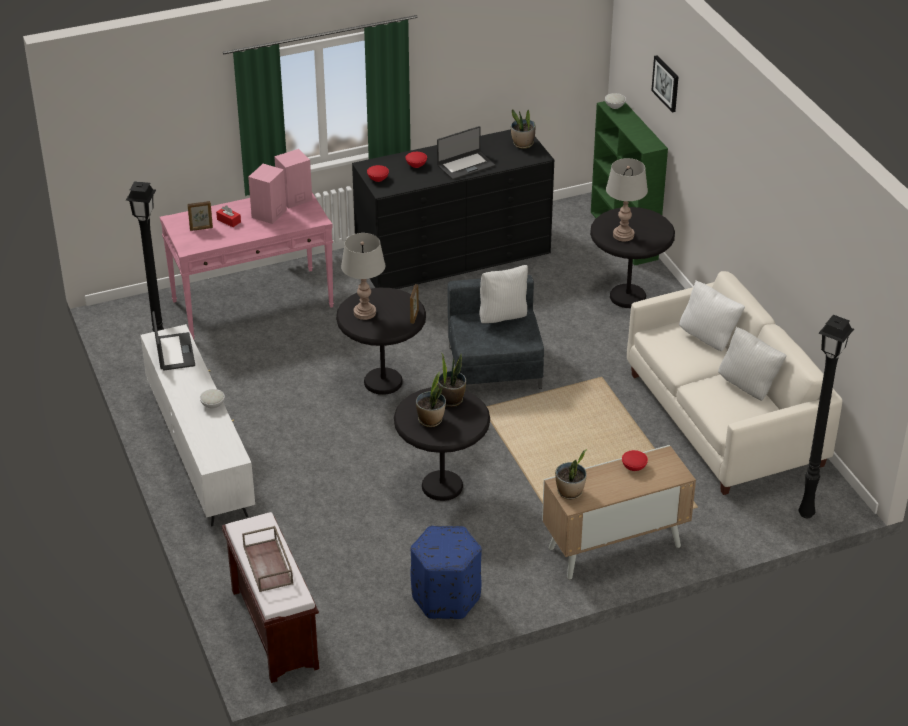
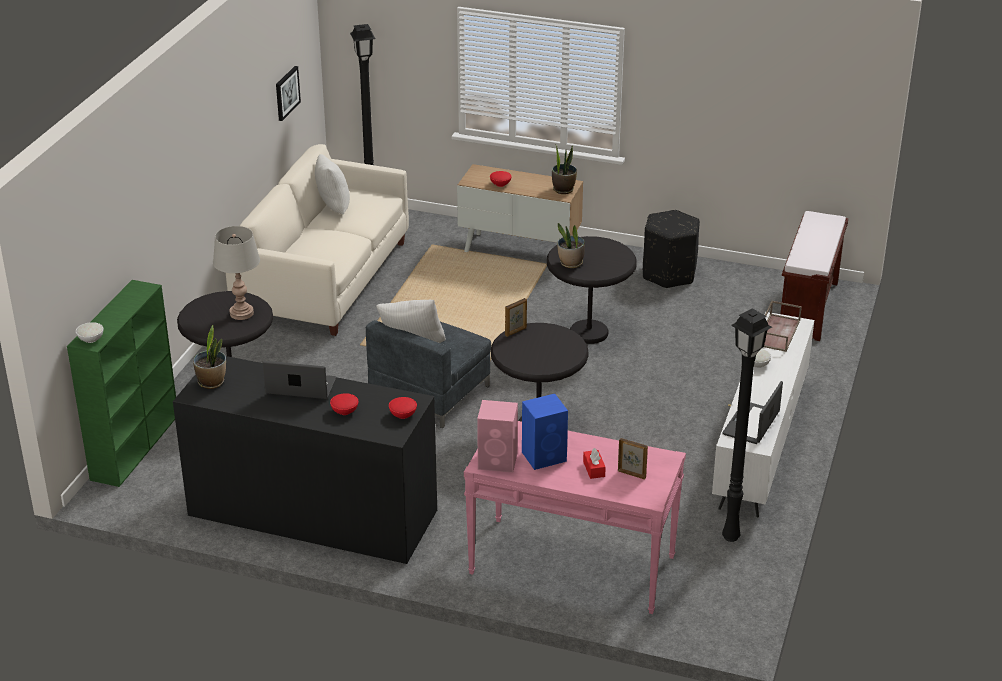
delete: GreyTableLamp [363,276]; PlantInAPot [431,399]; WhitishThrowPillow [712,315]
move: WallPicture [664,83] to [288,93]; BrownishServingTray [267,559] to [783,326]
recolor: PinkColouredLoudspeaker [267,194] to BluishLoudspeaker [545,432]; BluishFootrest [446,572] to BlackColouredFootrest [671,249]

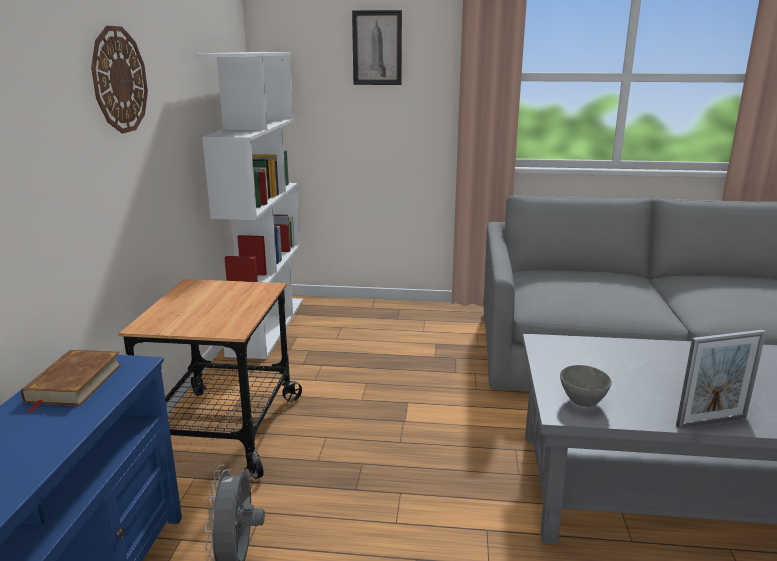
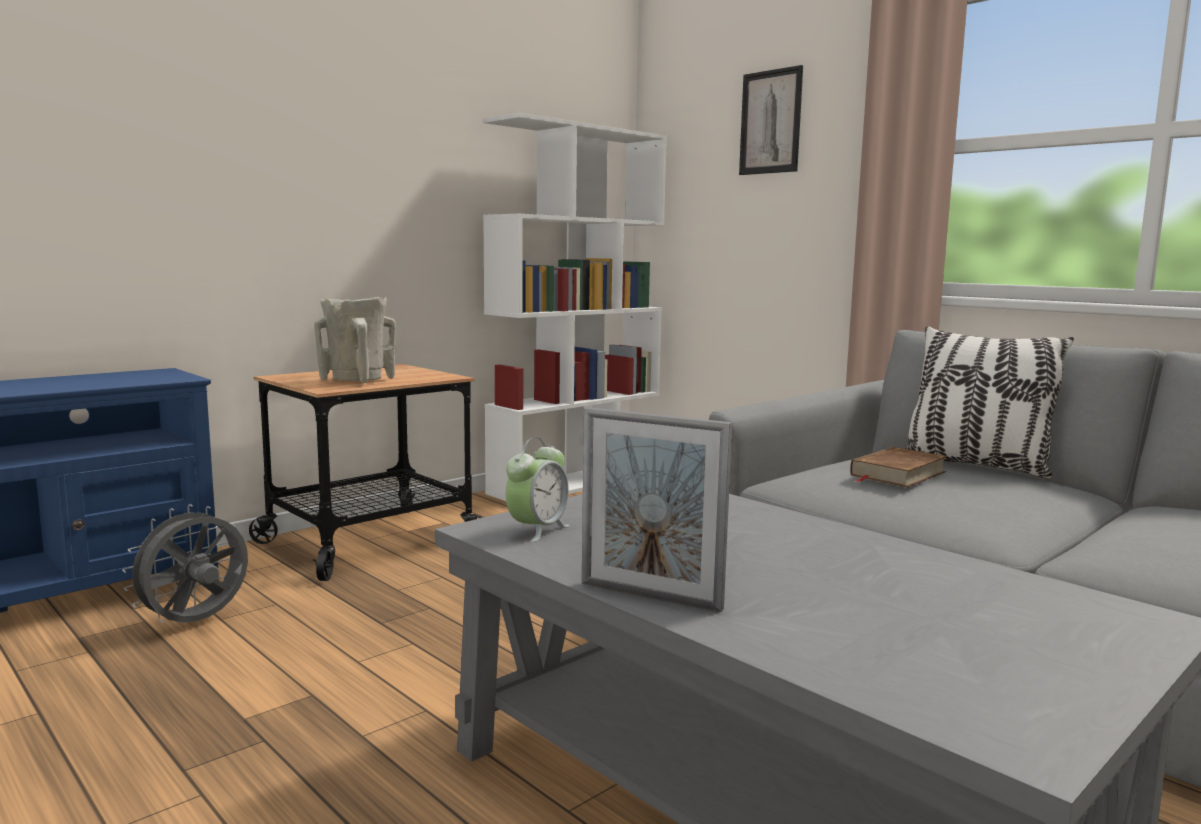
delete: ClockOnTheWall [119,79]
insert: BeigeVase [355,340]; ThrowPillow [989,402]
move: BrownishVolume [71,381] to [899,467]
replace: GreyDeepDish [586,386] to BedsideClock [538,490]

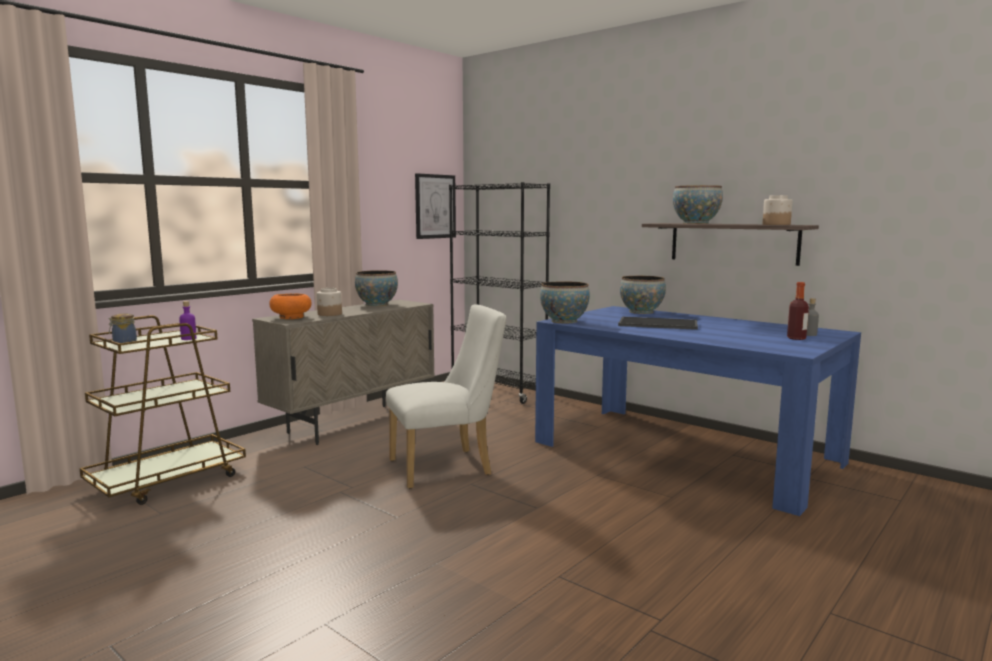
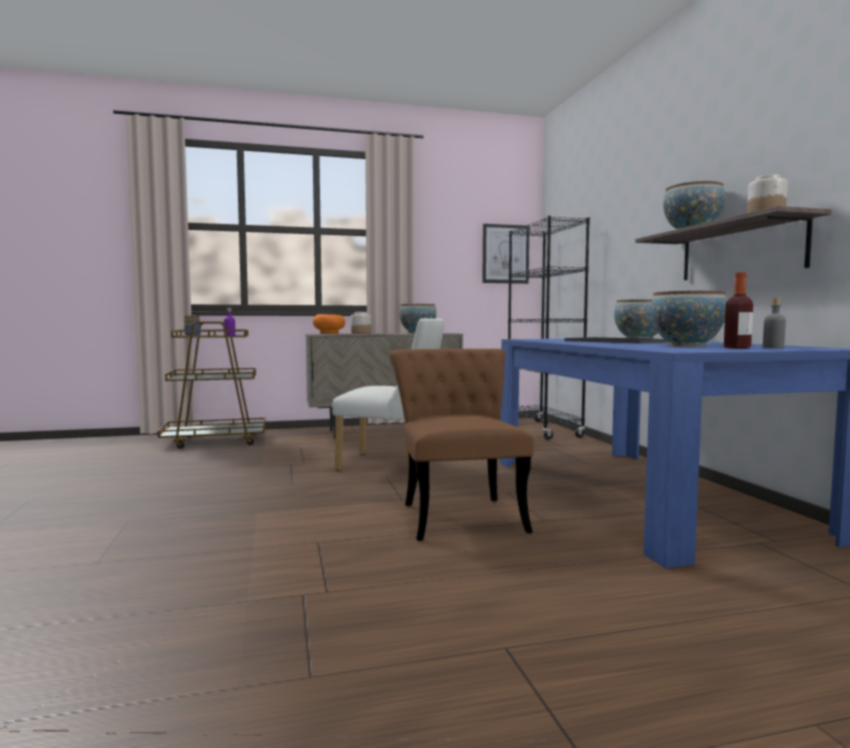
insert: BrownishPlainChair [461,445]
move: DeepDish [565,302] to [689,318]

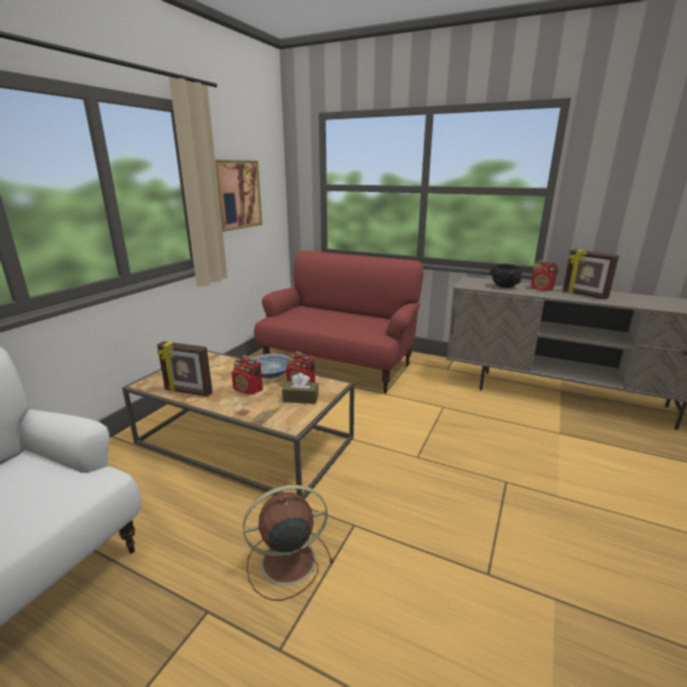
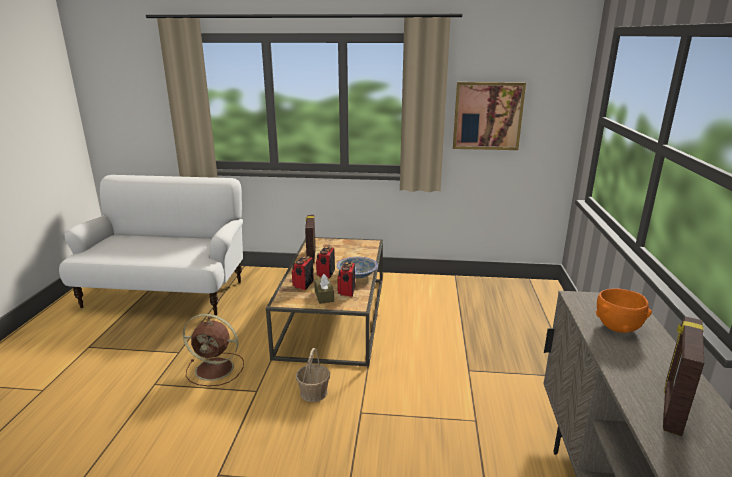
delete: RedSofa [339,322]
insert: HouseholdBasket [313,375]
move: RadioSet [544,275] to [303,273]
recolor: BlackColouredDeepDish [506,276] to OrangeColouredDeepDish [624,310]
rotate: BrownishCoolingFan [288,543] = [213,350] 135 degrees clockwise

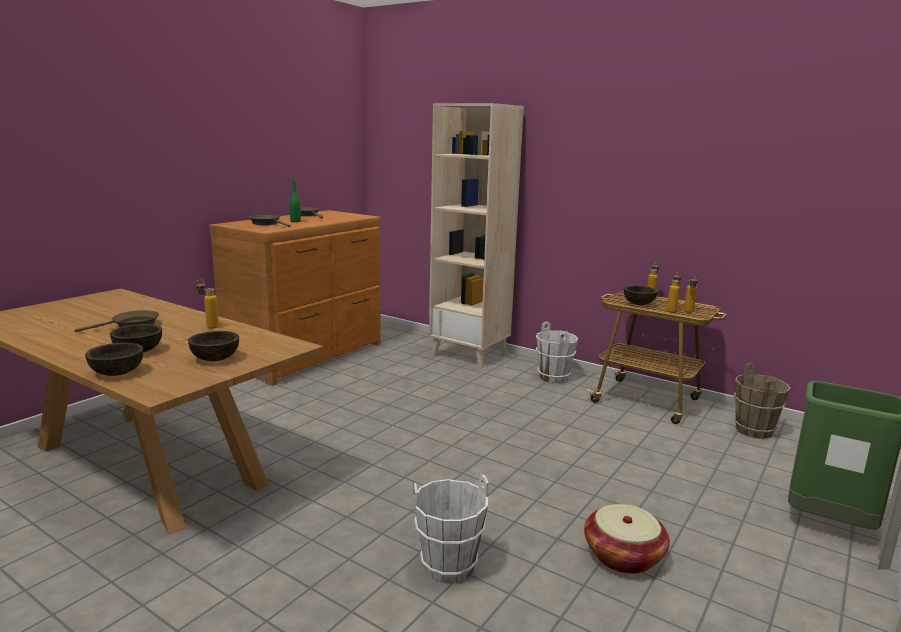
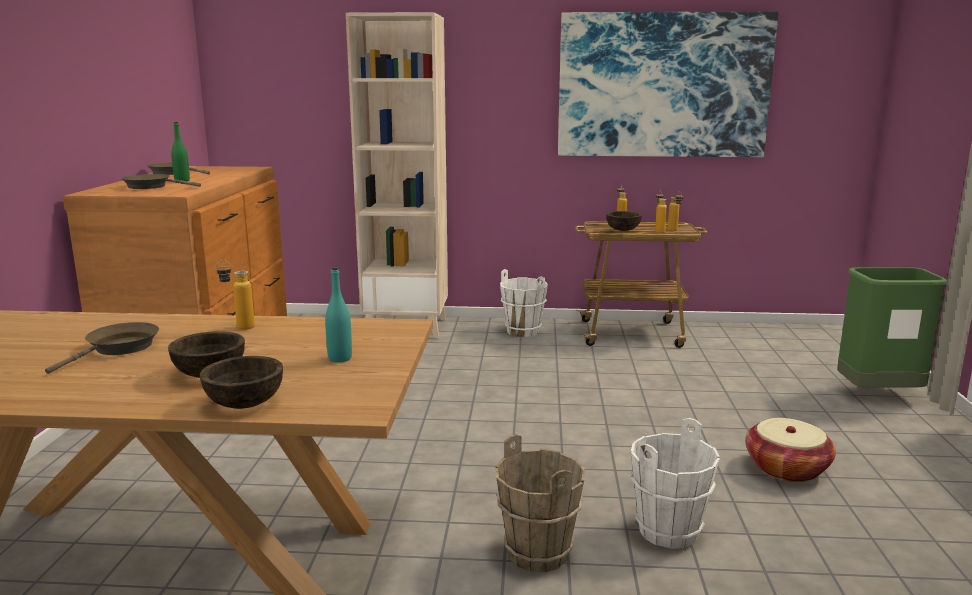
insert: WallPicture [668,84]
move: BrownishPail [762,401] to [540,503]
replace: BrownishDeepDish [213,346] to BlueGreenDrinkBottle [338,315]

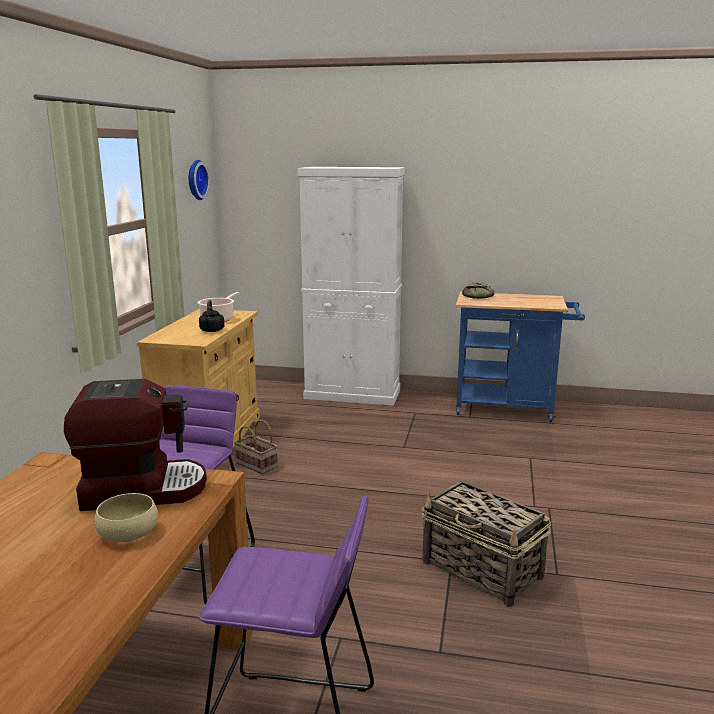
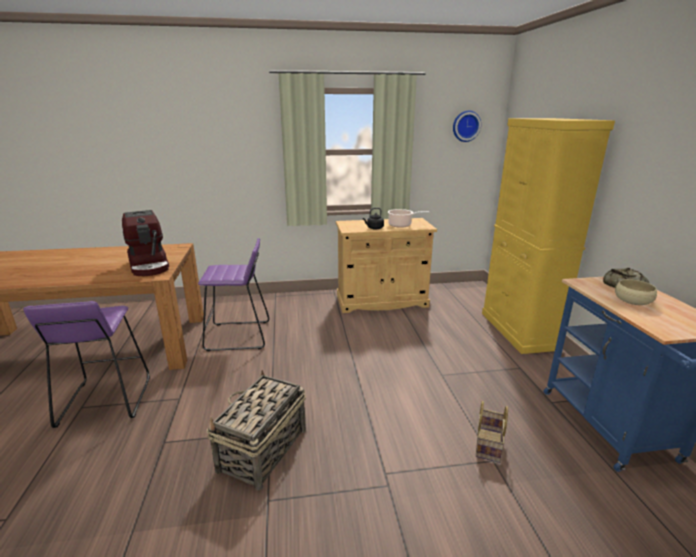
move: HouseholdBasket [256,447] to [492,432]; BeigeDeepDish [126,517] to [636,292]
recolor: WhitishStorageCabinet [351,286] to YellowColouredStorageCabinet [548,236]

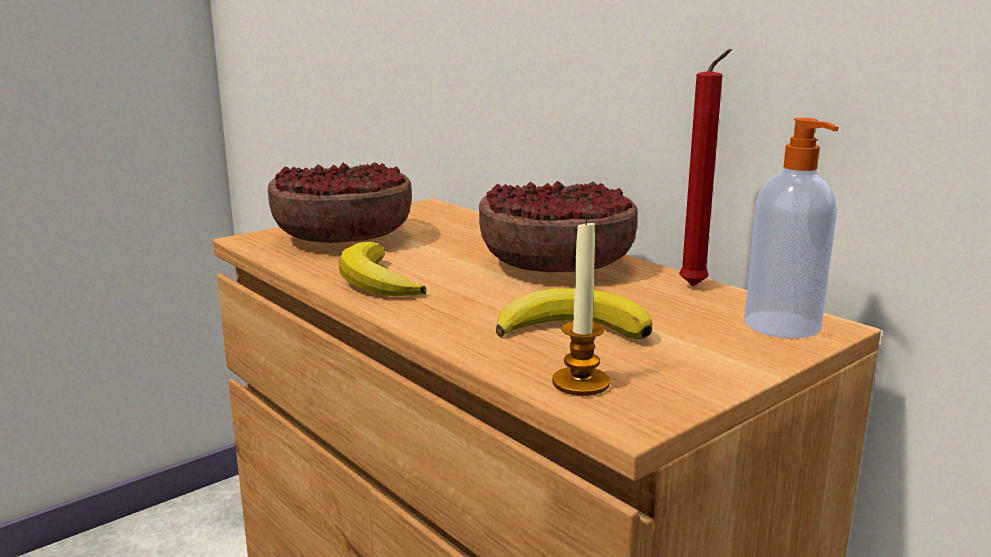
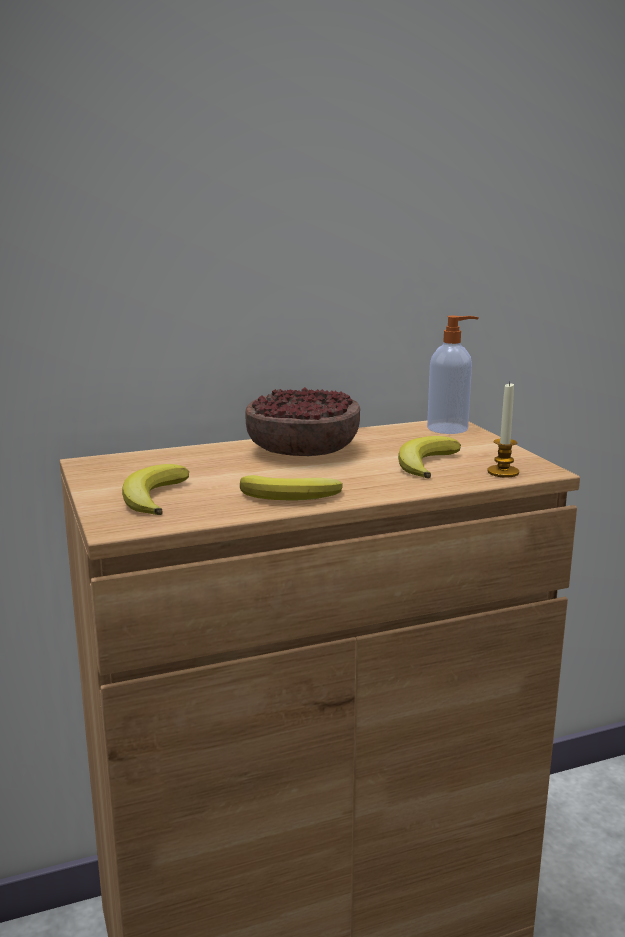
delete: RedWaxLight [705,167]
replace: DeepDish [340,202] to Banana [155,489]

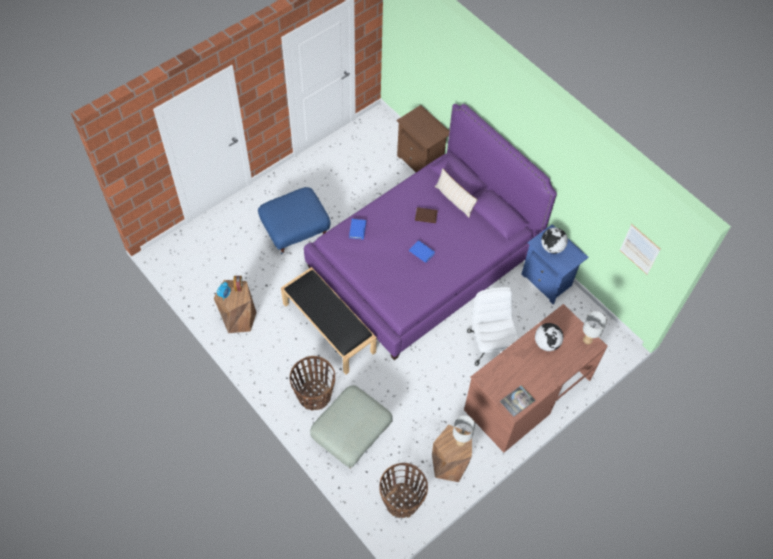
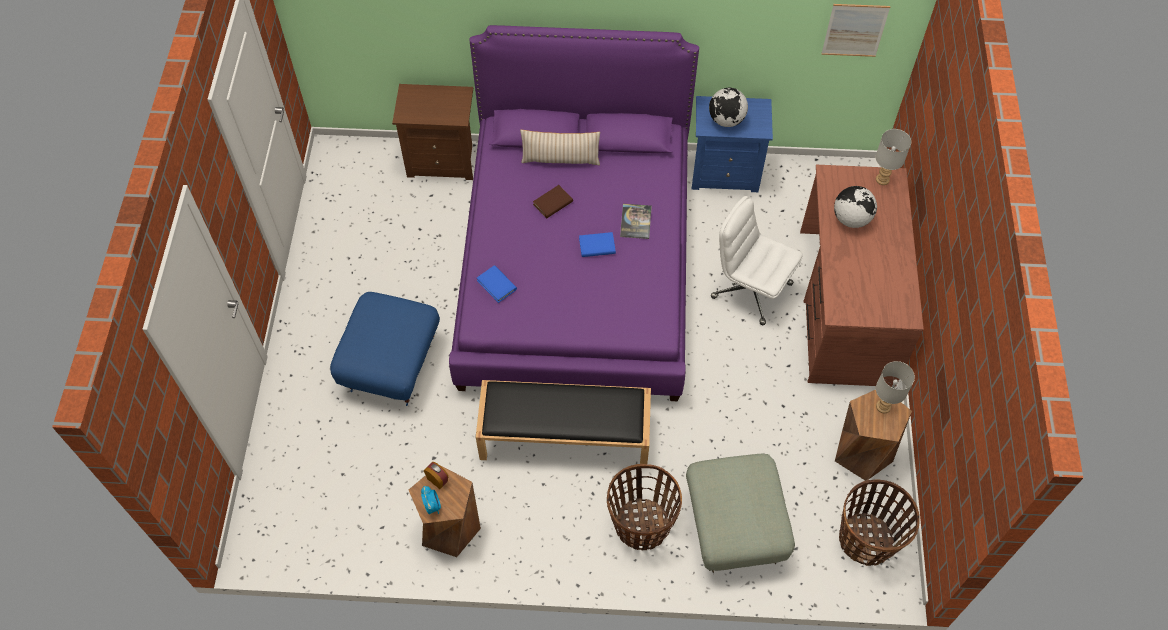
move: Volume [517,401] to [636,221]

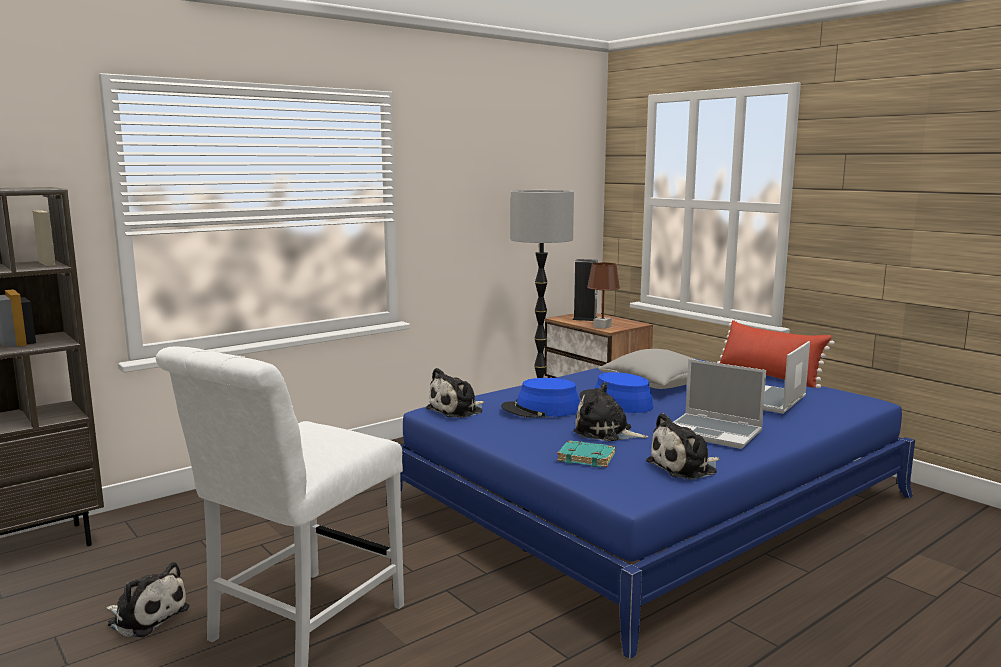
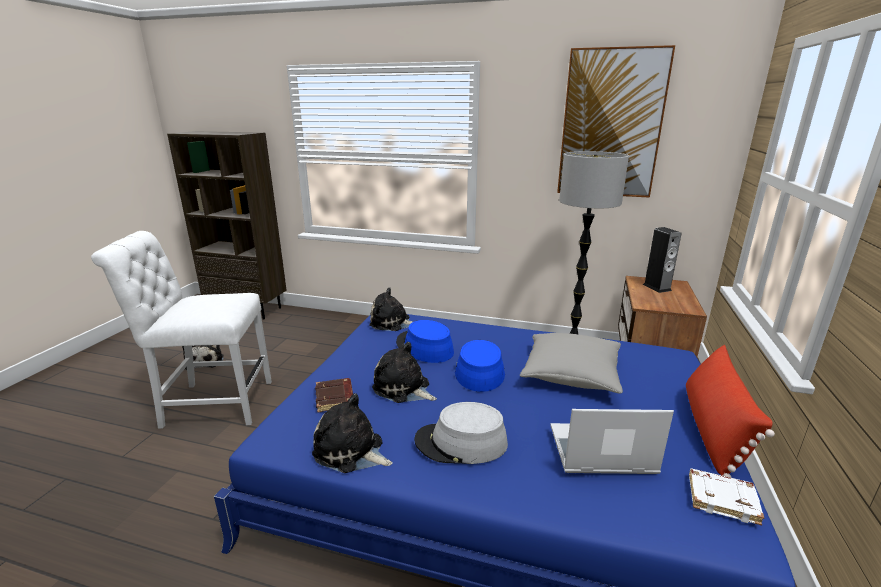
delete: BrownishTableLamp [603,296]
insert: WallPicture [616,121]; WhitishVolume [726,497]
replace: Laptop [719,404] to GreyClothingHat [461,433]
recolor: BlueGreenVolume [586,454] to BrownishVolume [334,395]
rotate: PlushToy [610,412] = [404,372] 45 degrees counterclockwise

